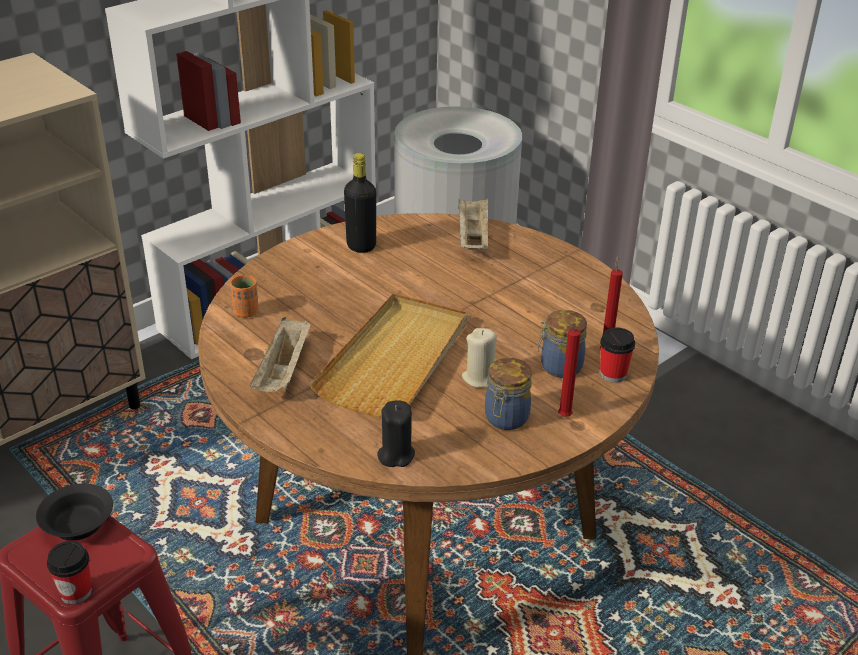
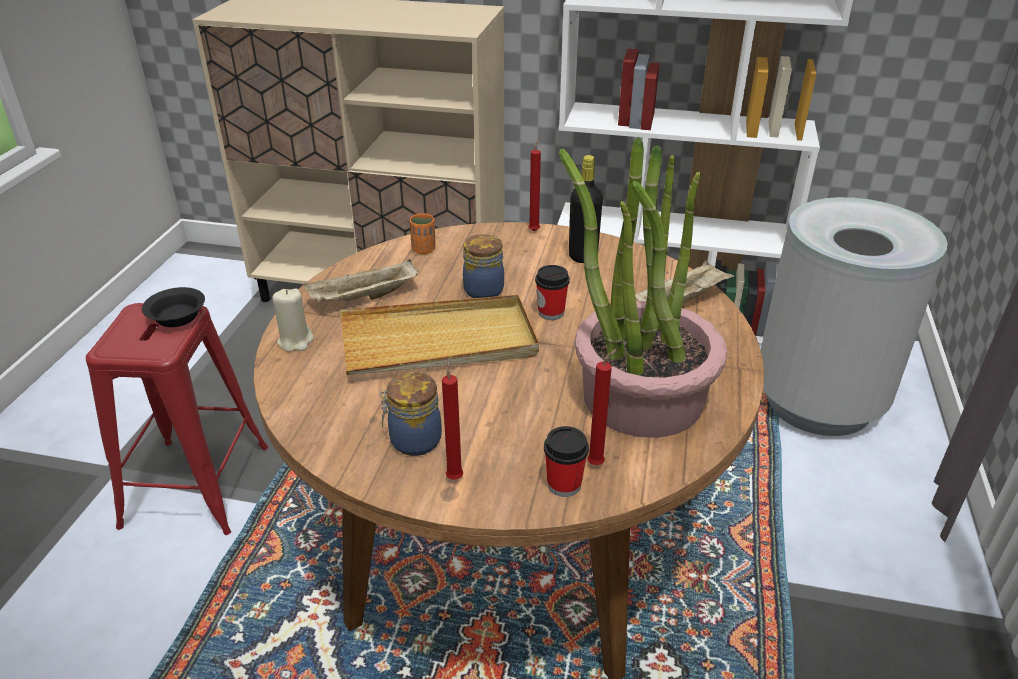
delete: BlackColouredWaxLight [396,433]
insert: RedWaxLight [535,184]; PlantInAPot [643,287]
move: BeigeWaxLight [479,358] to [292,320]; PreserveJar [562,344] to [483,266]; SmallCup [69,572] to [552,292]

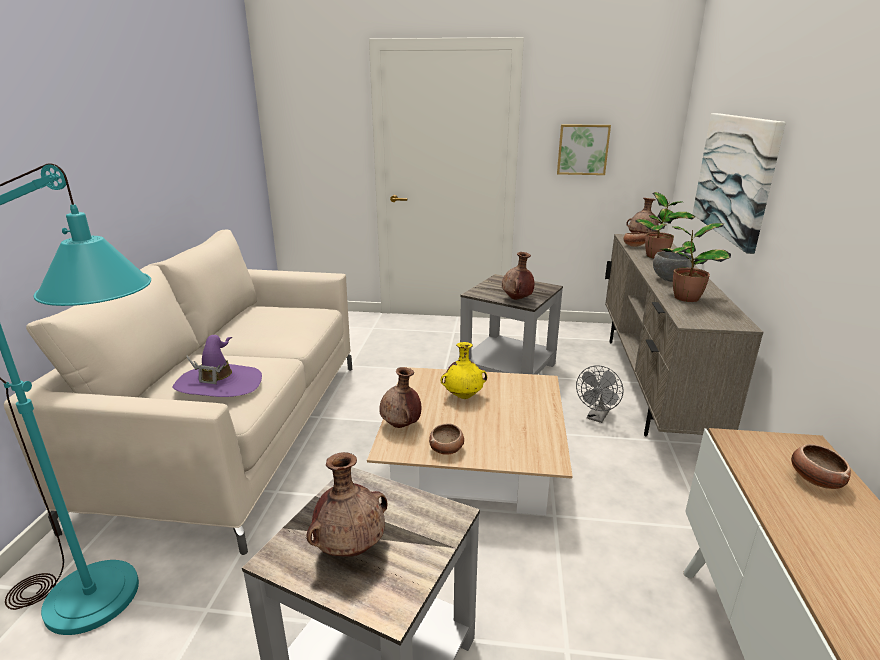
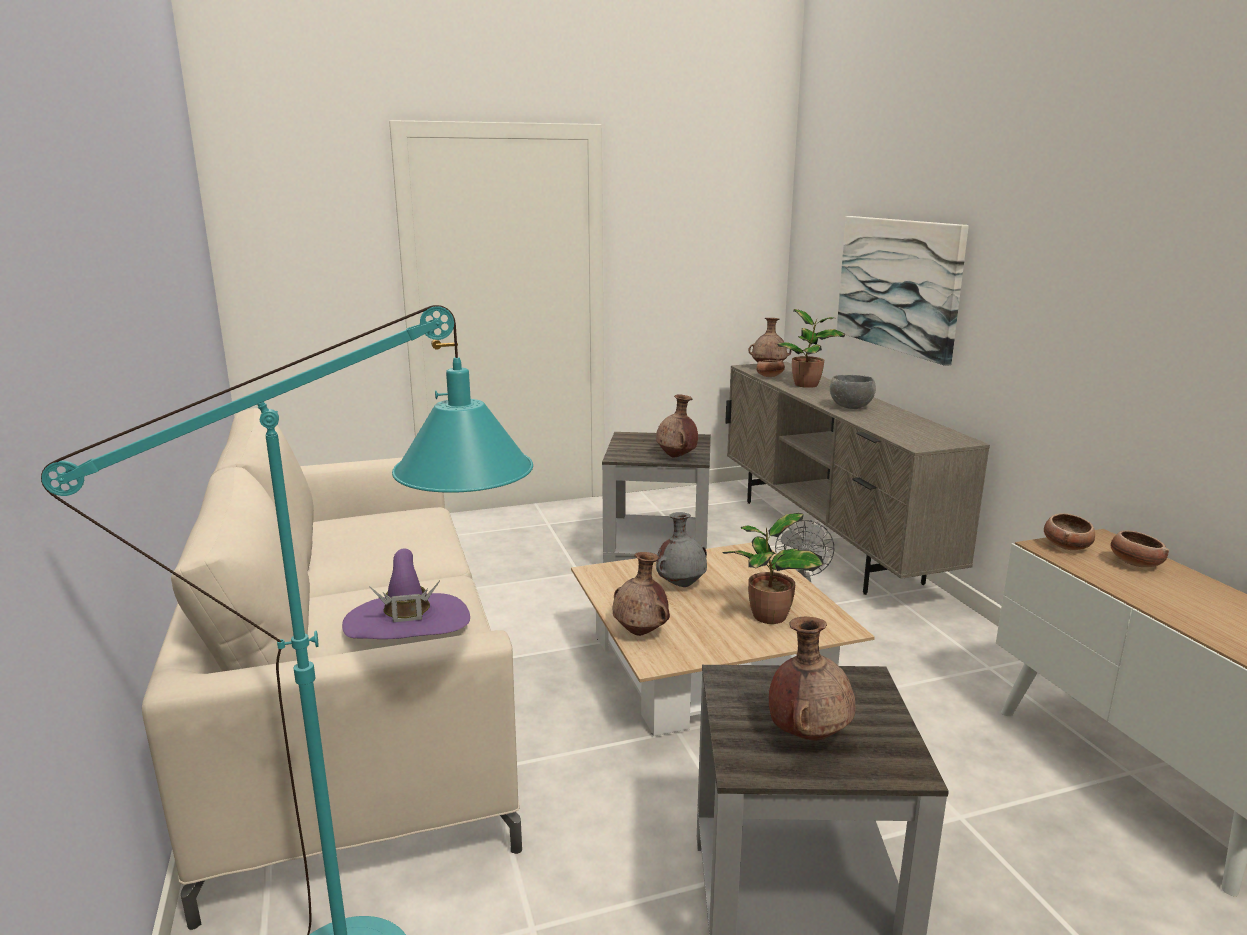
delete: WallPicture [584,149]
move: PlantInAPot [695,262] to [773,568]; DeepDish [446,439] to [1069,531]
recolor: YellowColouredVase [464,370] to GreyVase [681,549]

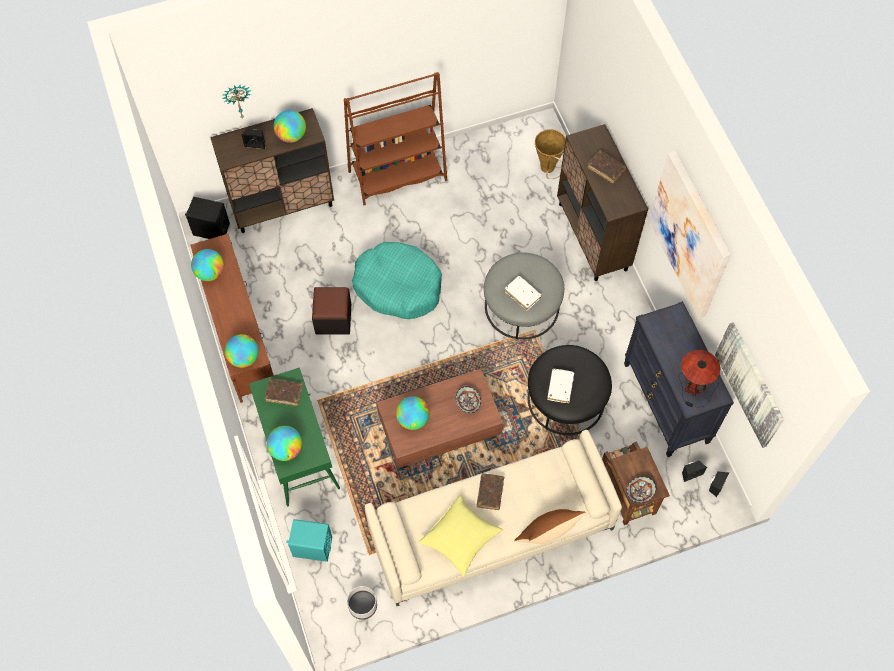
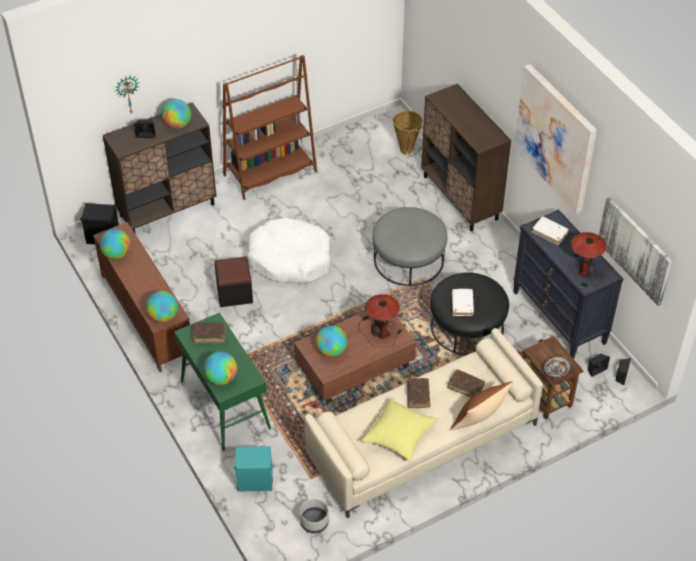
move: BrownishVolume [607,167] to [466,383]; WhitishVolume [523,293] to [550,230]
replace: DeepDish [468,399] to TableLamp [380,320]
recolor: BlueGreenDogCushion [397,280] to WhitishDogCushion [289,250]

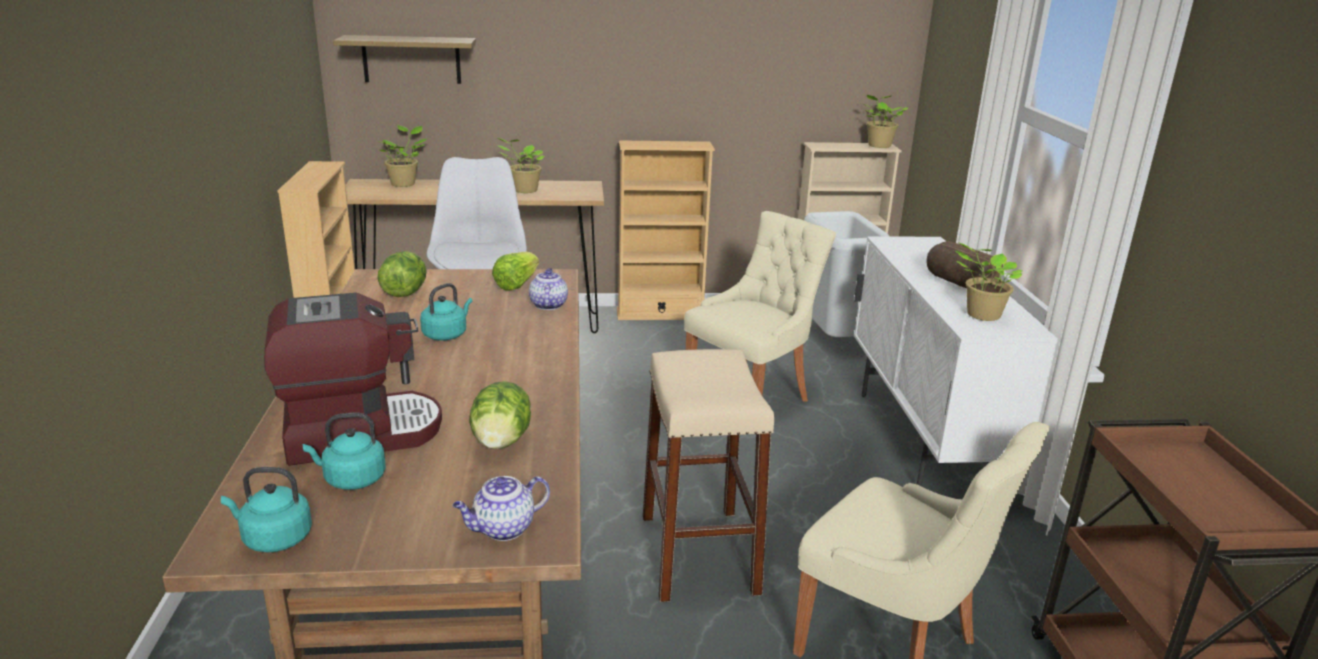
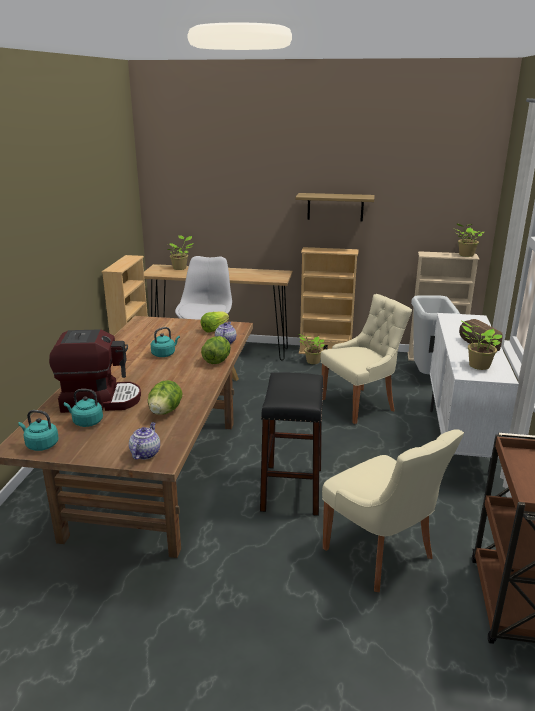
move: HeadOfLettuce [402,274] to [216,350]; BracketShelf [404,59] to [334,207]; PlantInAPot [520,165] to [311,349]
recolor: BeigeStool [708,475] to BlackColouredStool [292,444]
rotate: TeaPot [501,508] = [144,440] 120 degrees clockwise

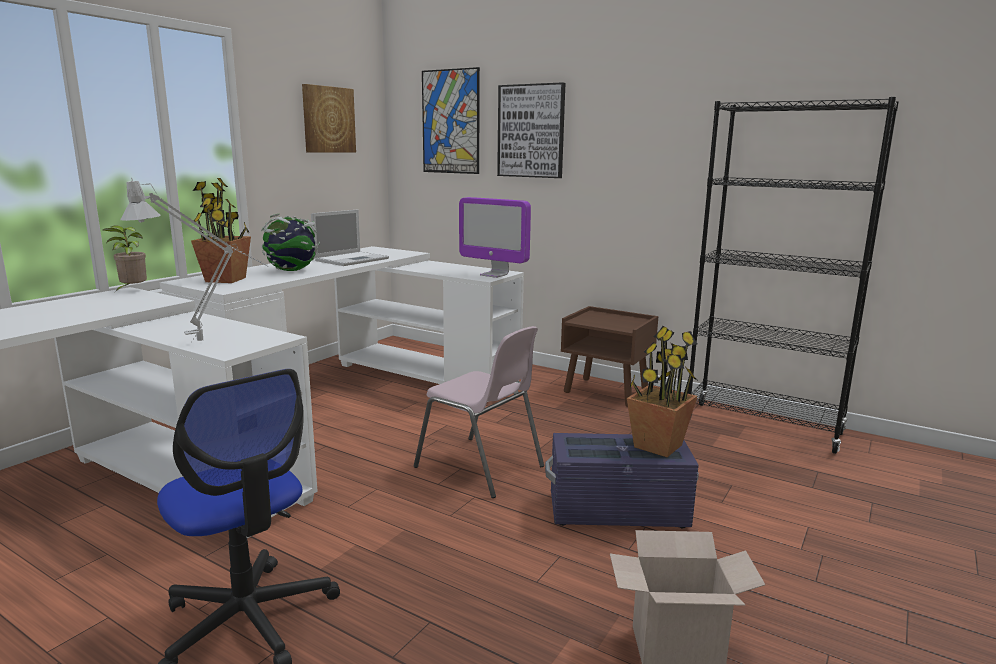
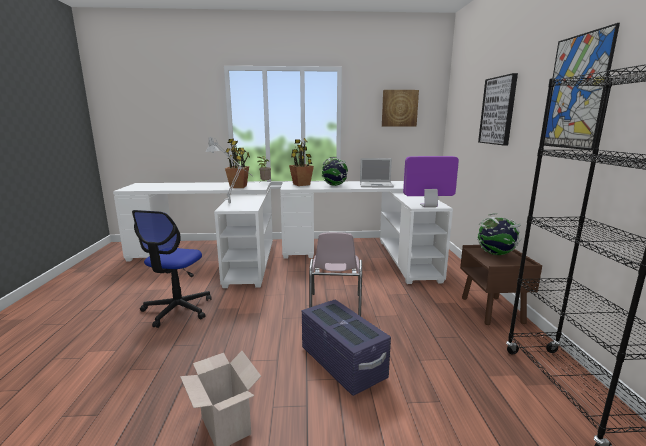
insert: Globe [499,234]
move: PlantInAPot [662,391] to [237,163]; WallPicture [451,120] to [582,86]
rotate: ComputerDisplay [495,237] = [431,181] 90 degrees clockwise

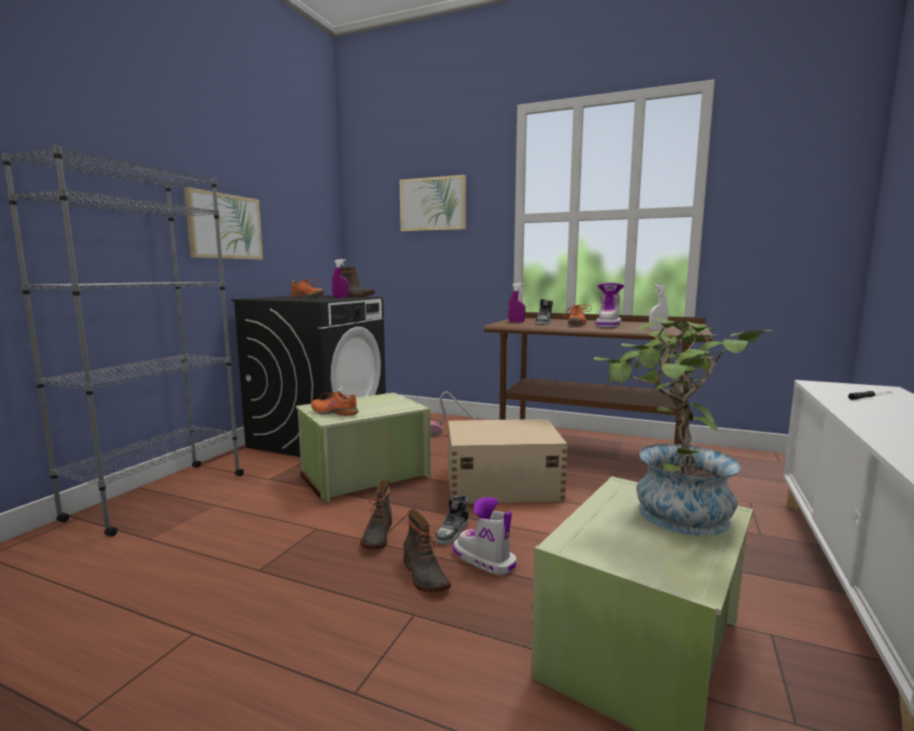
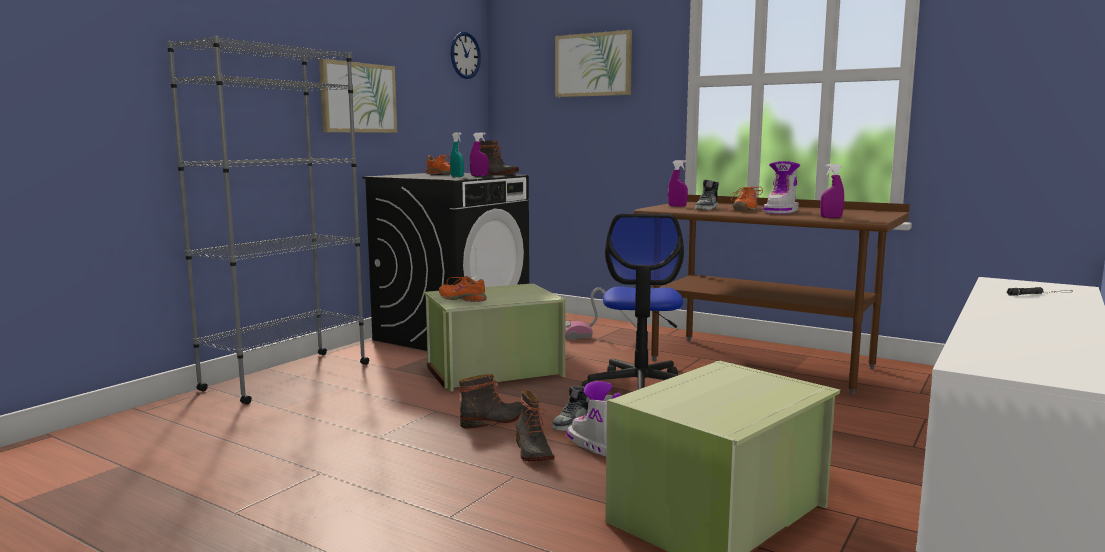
delete: PlantInAPot [684,426]
insert: BlueGreenHandSprayer [457,154]; ClockOnTheWall [466,55]
replace: BeigeStorageContainer [508,461] to OfficeChair [633,302]
recolor: WhitishHandSprayer [658,307] to PurpleColouredHandSprayer [832,191]
rotate: TallBoot [376,514] = [490,401] 135 degrees counterclockwise

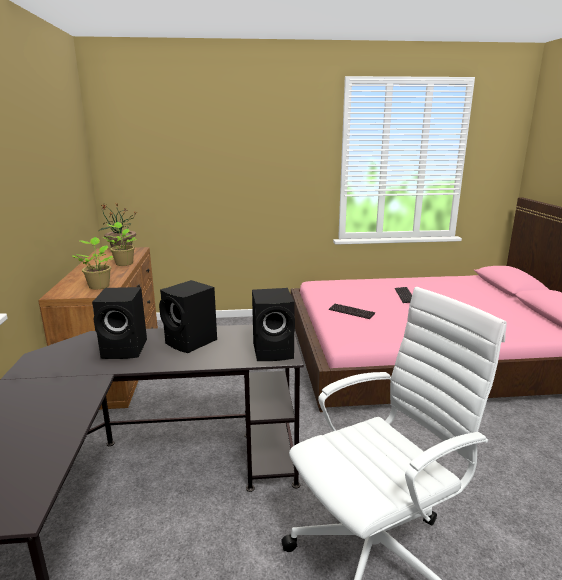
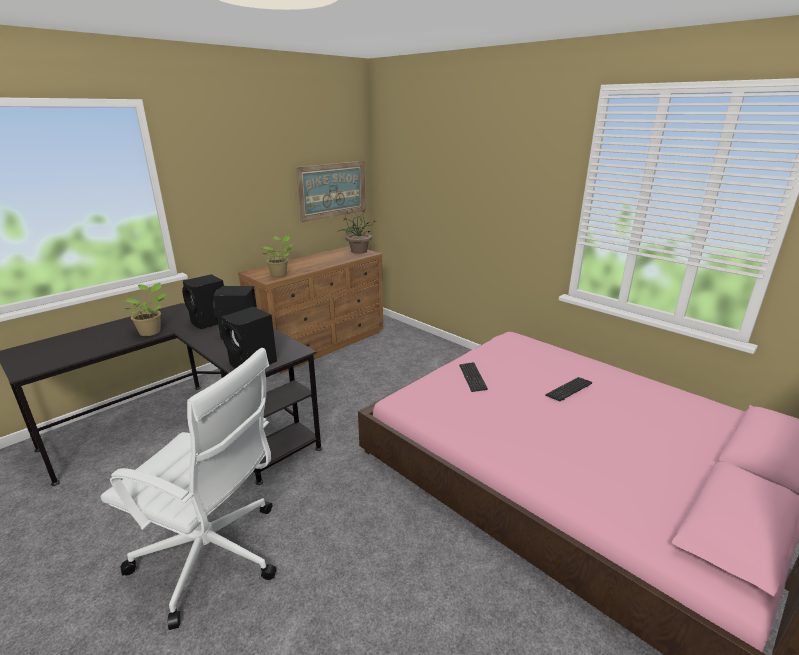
insert: WallPicture [331,191]
move: PlantInAPot [119,244] to [145,309]

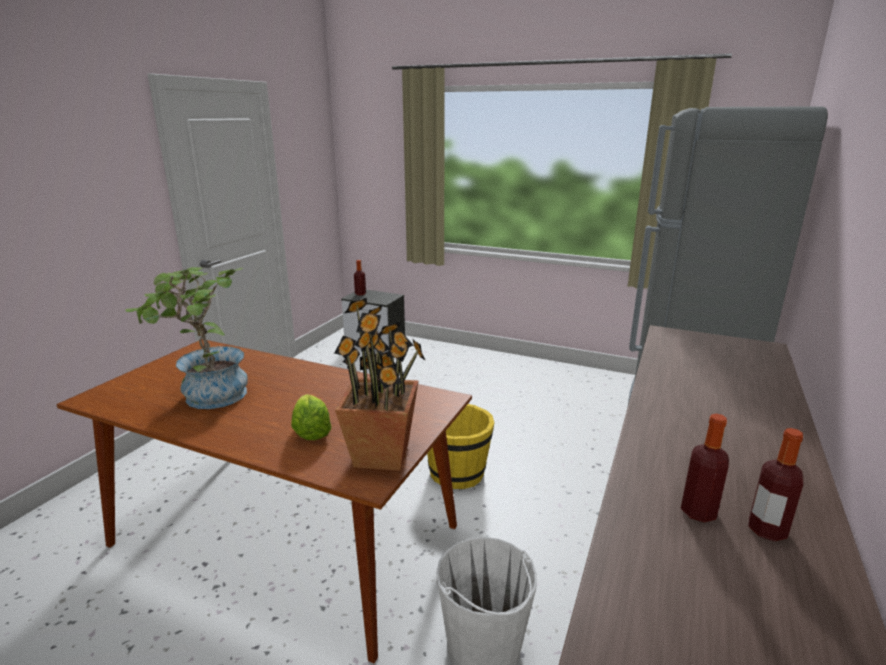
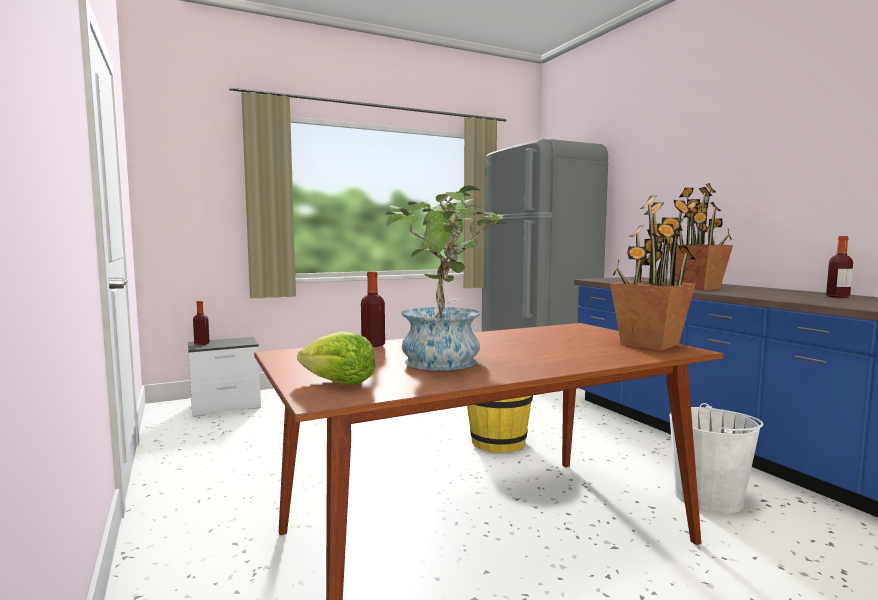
insert: PlantInAPot [701,236]
move: HeadOfLettuce [311,417] to [336,358]; DrinkBottle [705,468] to [373,309]

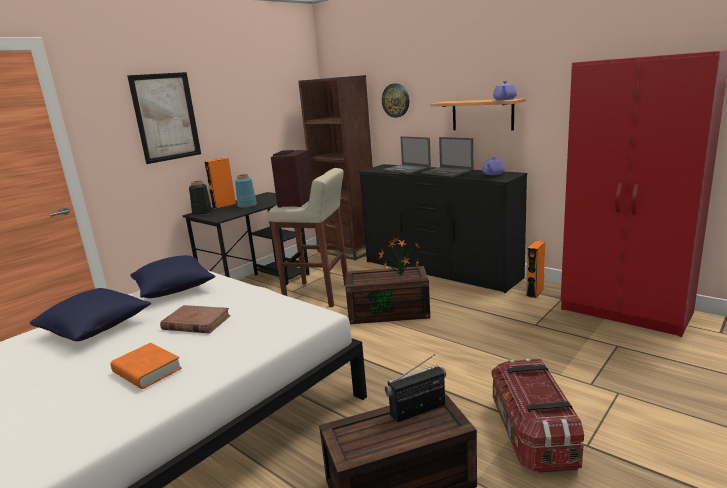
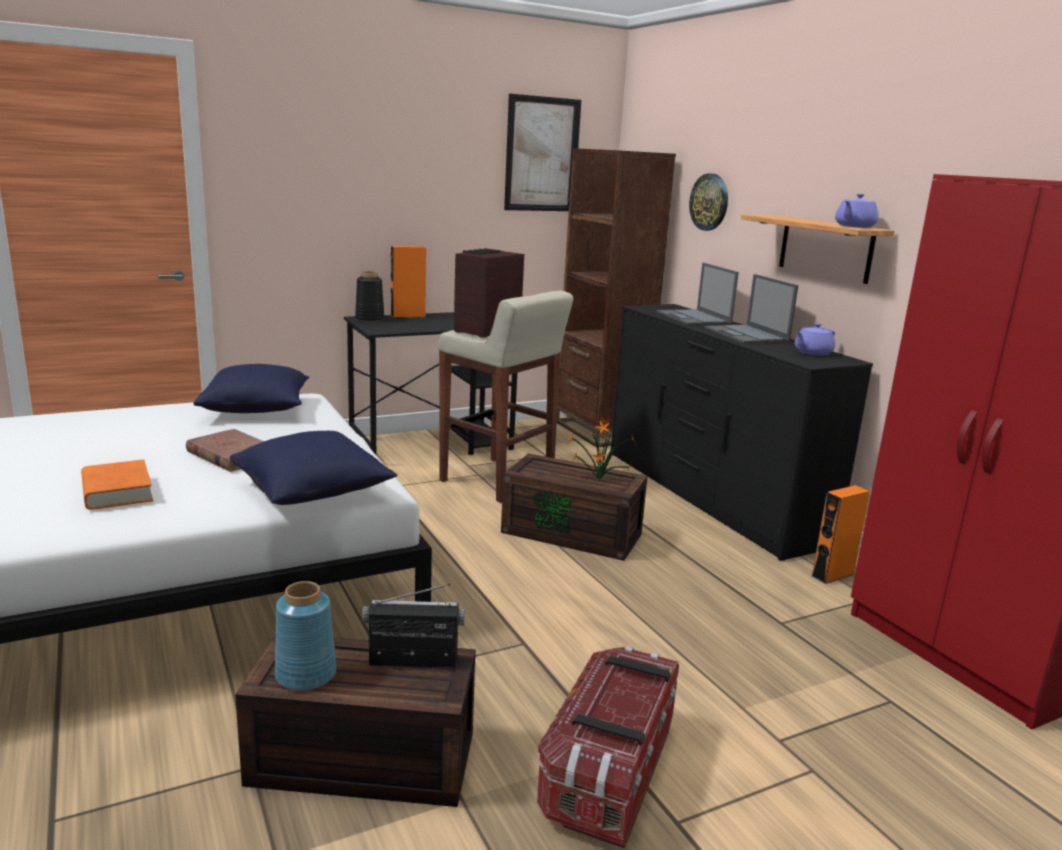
move: BluishThrowPillow [90,314] to [313,468]; BluishVase [246,191] to [305,636]; WallPicture [164,118] to [542,152]

